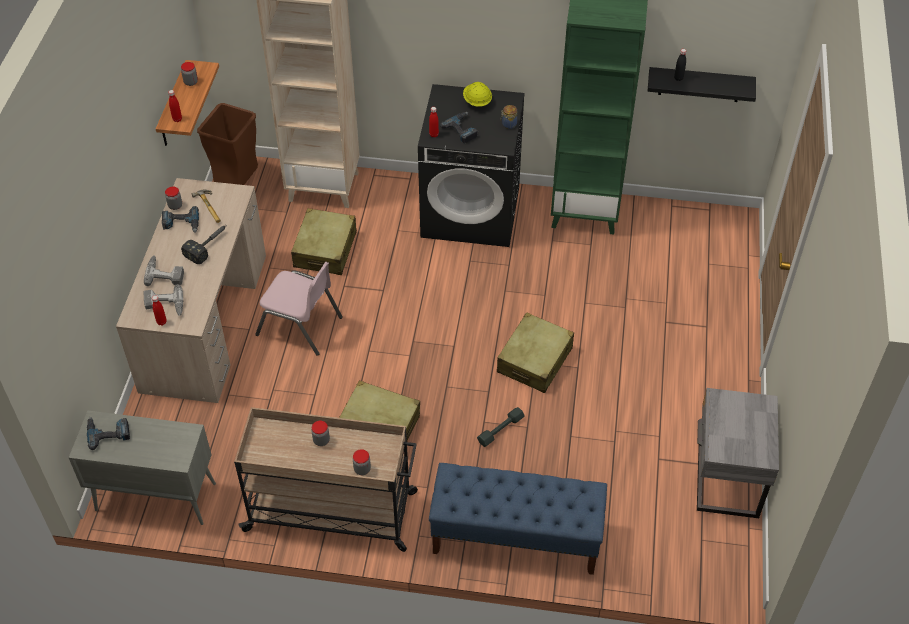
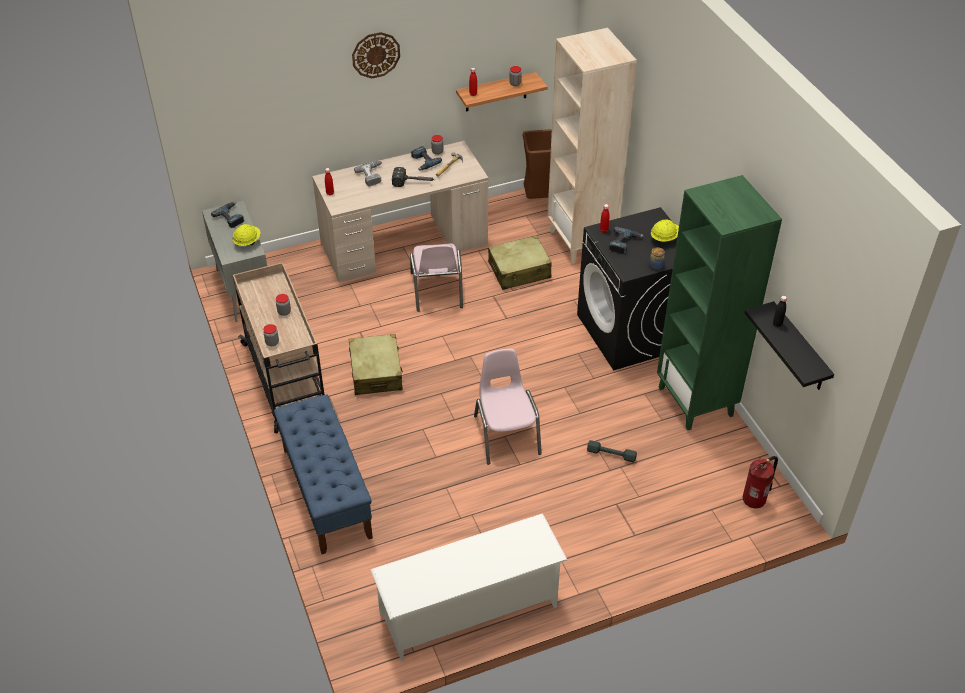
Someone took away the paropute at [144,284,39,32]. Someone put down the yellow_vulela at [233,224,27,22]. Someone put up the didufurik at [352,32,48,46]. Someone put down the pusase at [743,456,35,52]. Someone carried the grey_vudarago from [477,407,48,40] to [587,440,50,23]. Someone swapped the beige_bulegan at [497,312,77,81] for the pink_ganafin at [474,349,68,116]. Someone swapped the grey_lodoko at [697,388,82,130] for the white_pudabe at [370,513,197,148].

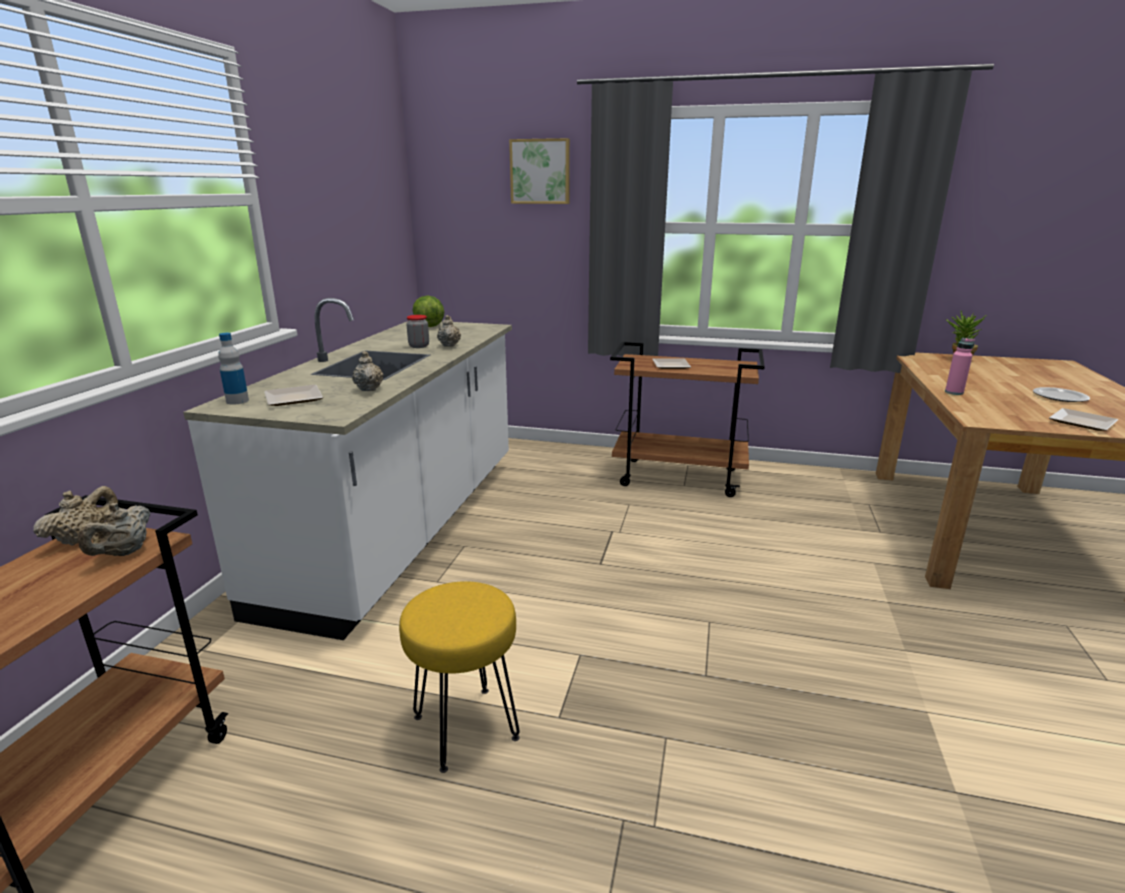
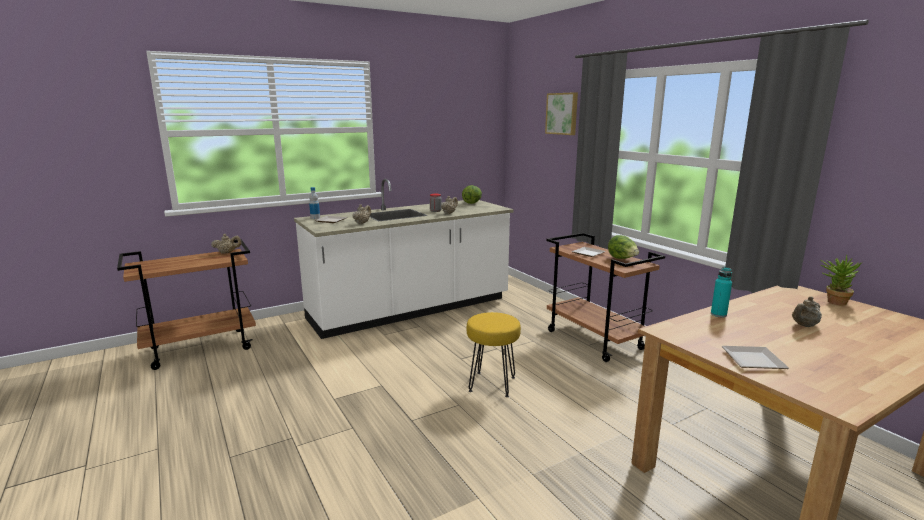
Someone took away the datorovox at [1033,387,57,15]. Someone put down the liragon at [608,235,31,24]. Someone carried the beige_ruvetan from [78,503,73,53] to [792,297,30,30]. Someone carried the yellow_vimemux from [399,581,121,192] to [467,312,54,85]. Someone repainted the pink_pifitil at [945,338,30,57], which became the turquoise_pifitil at [711,267,21,50].

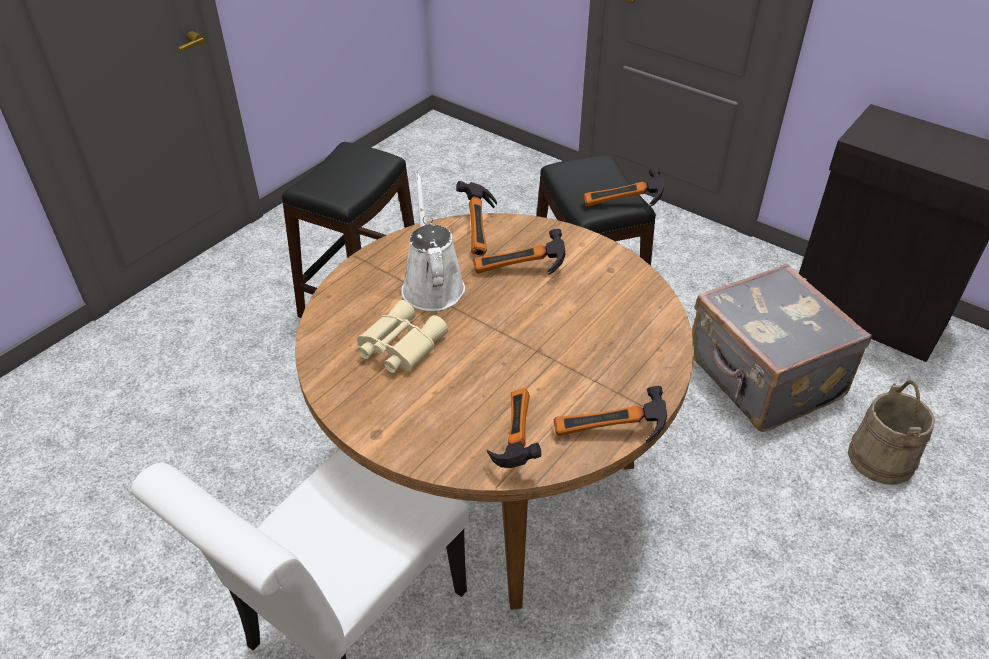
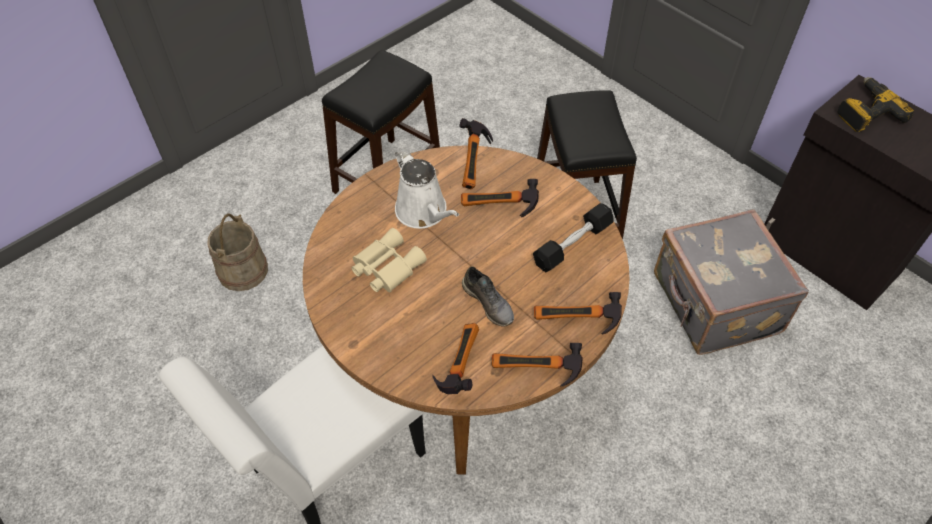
Someone put down the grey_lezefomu at [462,266,52,61]. Someone put down the black_vudarago at [533,203,80,69]. Someone put down the paropute at [837,77,77,55]. Someone carried the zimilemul from [583,168,81,39] to [534,292,88,43]. Someone carried the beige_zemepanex from [848,380,87,105] to [208,213,60,78]. Someone rotated the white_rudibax at [401,171,64,140] by 150 degrees clockwise.

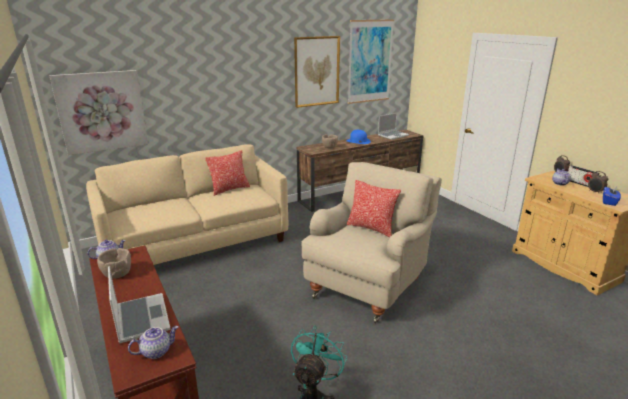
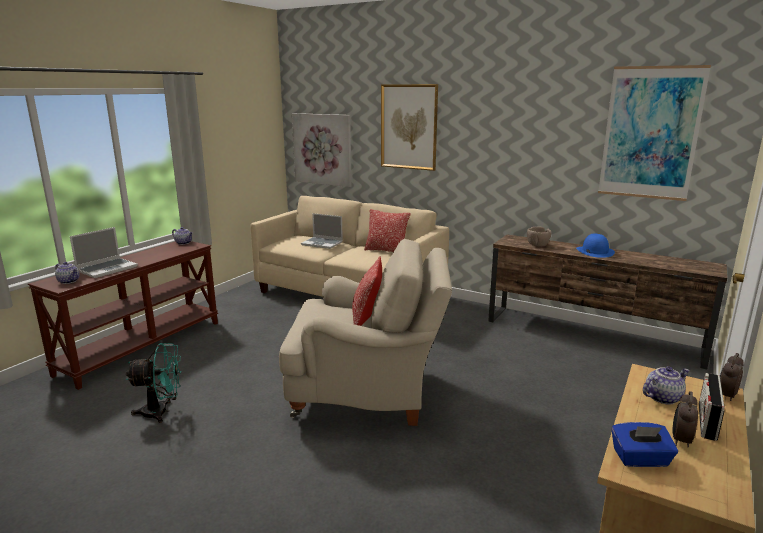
Someone took away the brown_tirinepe at [97,248,34,31]. Someone carried the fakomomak from [294,36,46,72] to [381,84,57,87]. Someone carried the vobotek from [378,113,31,27] to [301,213,42,36].

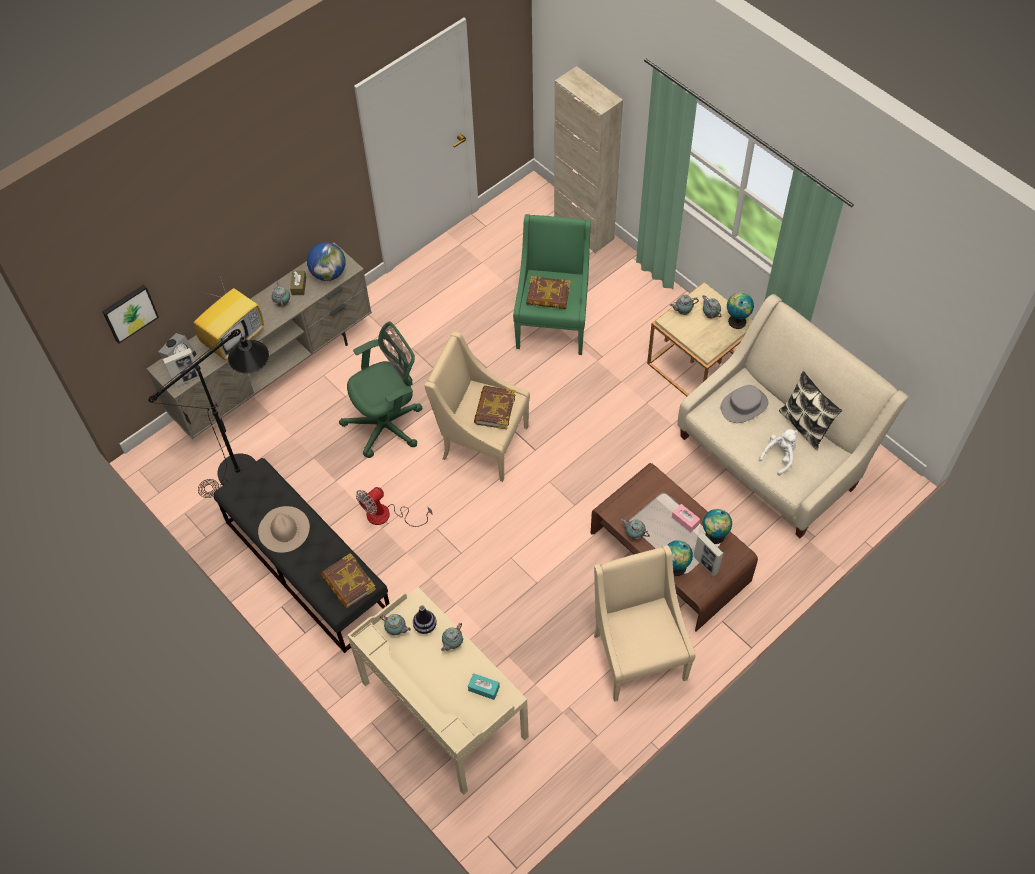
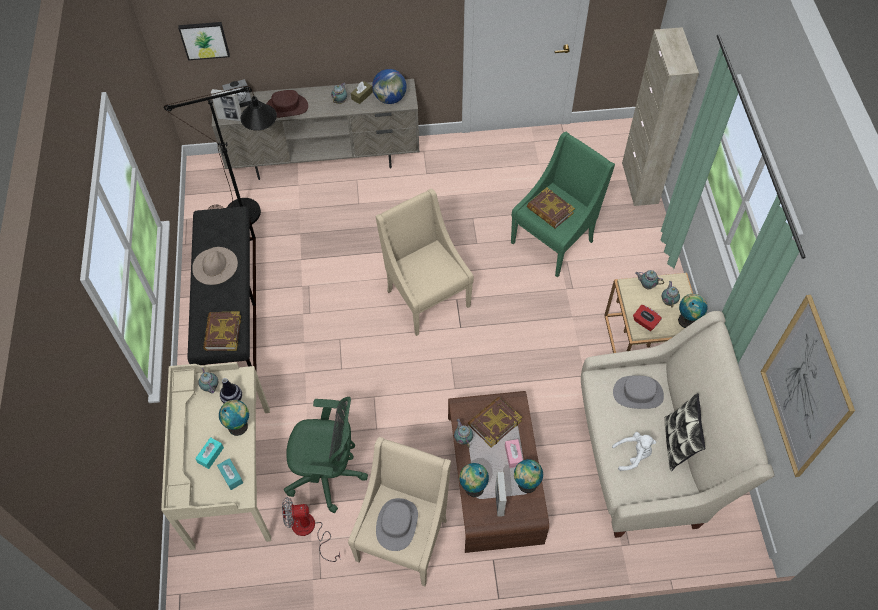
Someone put down the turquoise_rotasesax at [195,437,29,32]. Someone put down the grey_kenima at [376,498,42,53]. Someone put down the red_rotasesax at [633,305,29,26]. Someone put up the fakomomak at [760,295,95,182]. Someone carried the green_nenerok from [339,322,83,136] to [284,397,84,116]. Someone carried the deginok from [356,487,76,40] to [282,497,58,65]. Someone carried the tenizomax from [474,386,41,44] to [468,397,54,50]. Someone swapped the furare at [194,277,70,83] for the brown_kenima at [267,90,41,28]. Someone swapped the ruvetan at [441,623,22,28] for the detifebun at [219,400,30,36].

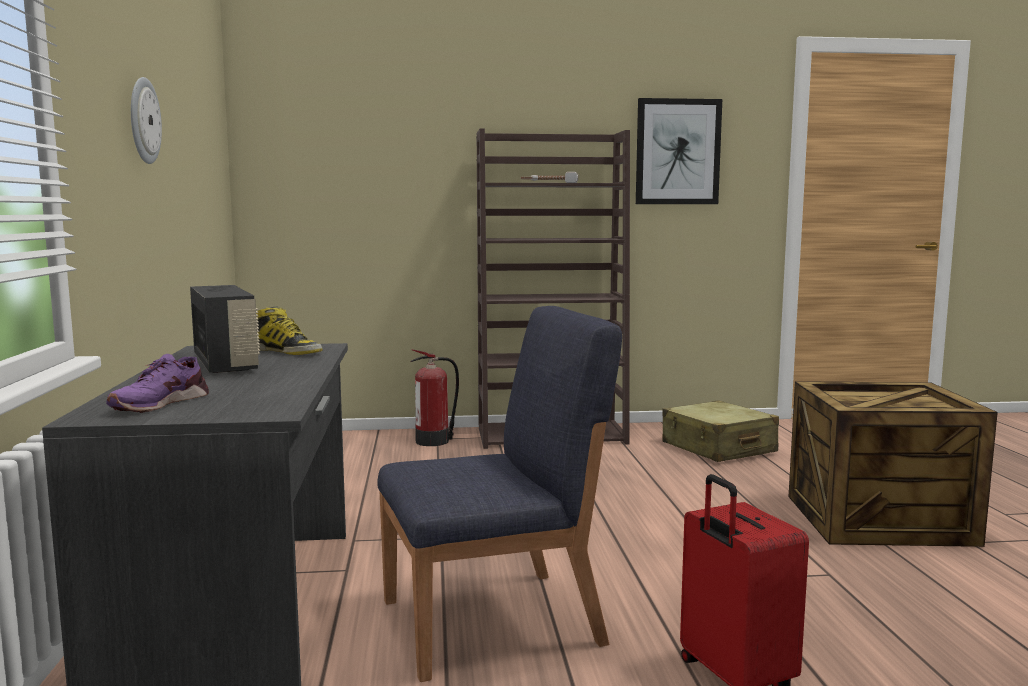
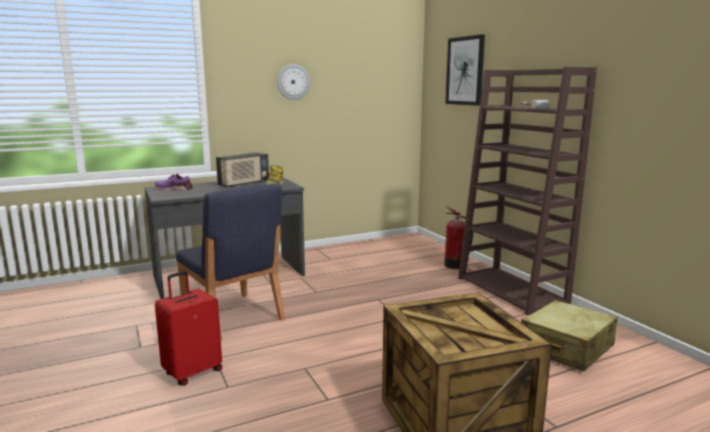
Someone carried the fakomomak from [636,98,86,106] to [445,34,40,72].

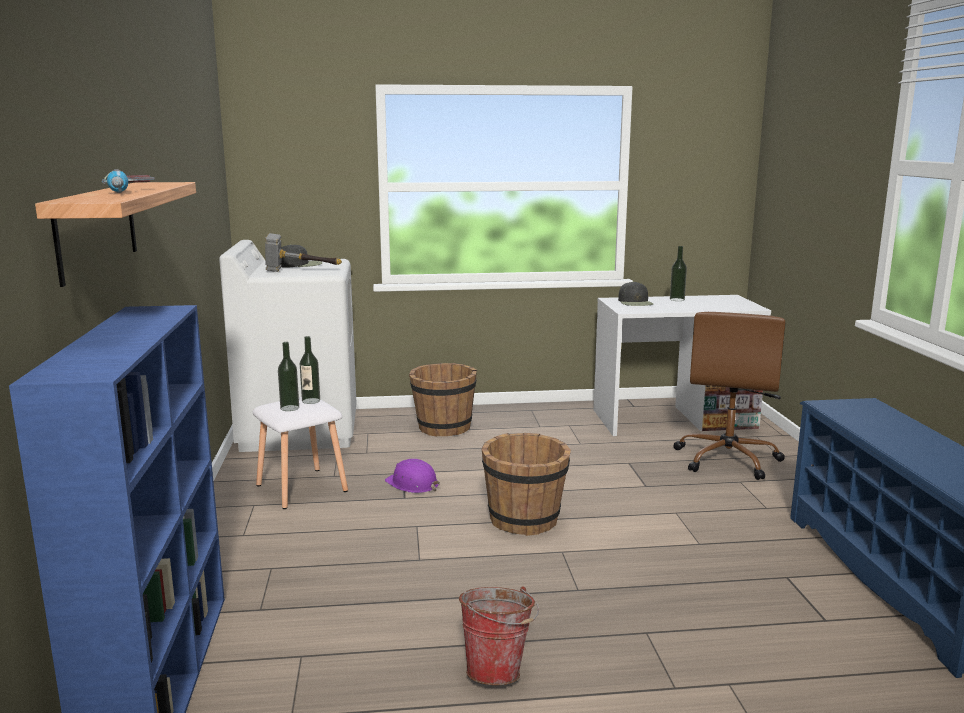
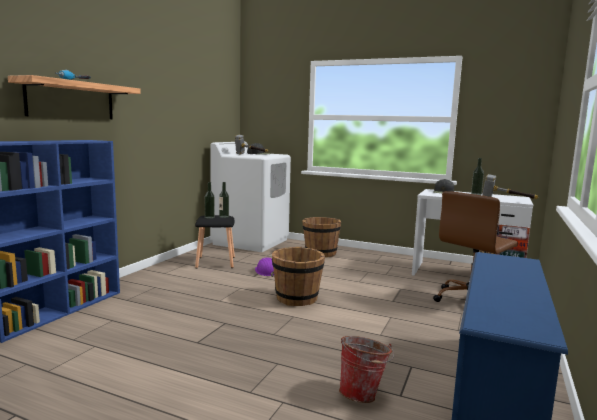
Someone put down the zimilemul at [482,174,56,25]. Someone carried the zemepanex from [459,586,80,99] to [339,336,55,67]. Someone repainted the white_vimemux at [253,397,95,112], which became the black_vimemux at [195,215,40,53].

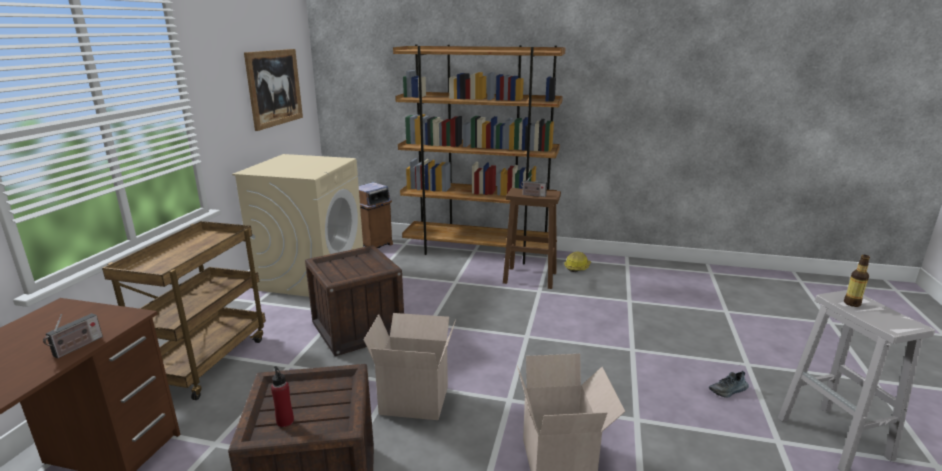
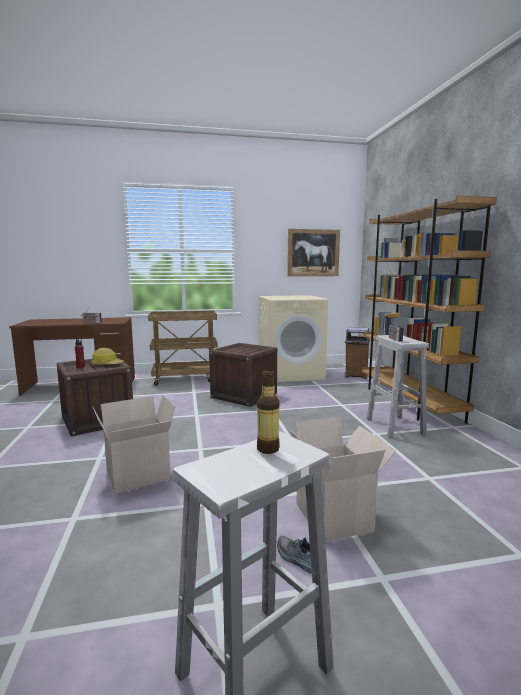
Someone carried the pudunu from [364,313,92,107] to [290,417,106,125]. Someone carried the vulela from [564,252,27,20] to [91,348,33,17]. Someone repainted the brown_vimemux at [503,188,58,101], which became the white_vimemux at [367,335,62,103].

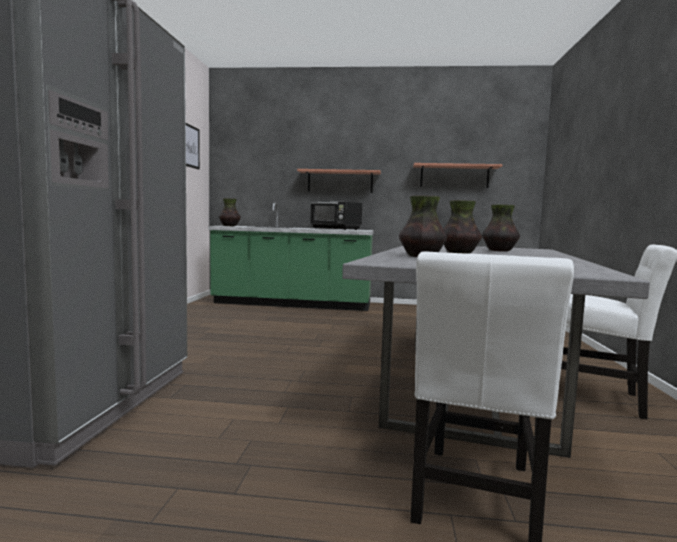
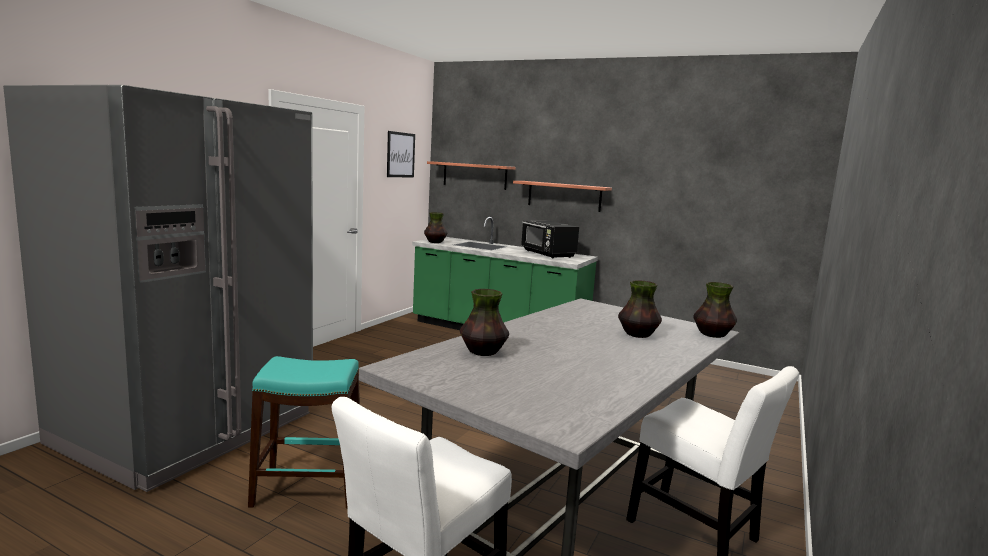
Someone put down the turquoise_vimemux at [248,356,112,153]. Someone carried the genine from [413,163,89,25] to [427,161,89,29]. Someone carried the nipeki from [443,200,39,54] to [693,282,44,56].

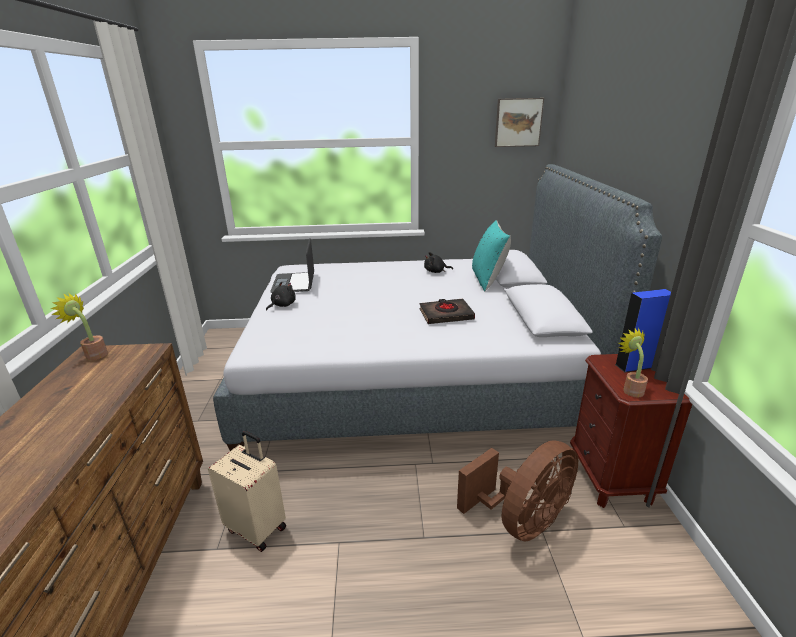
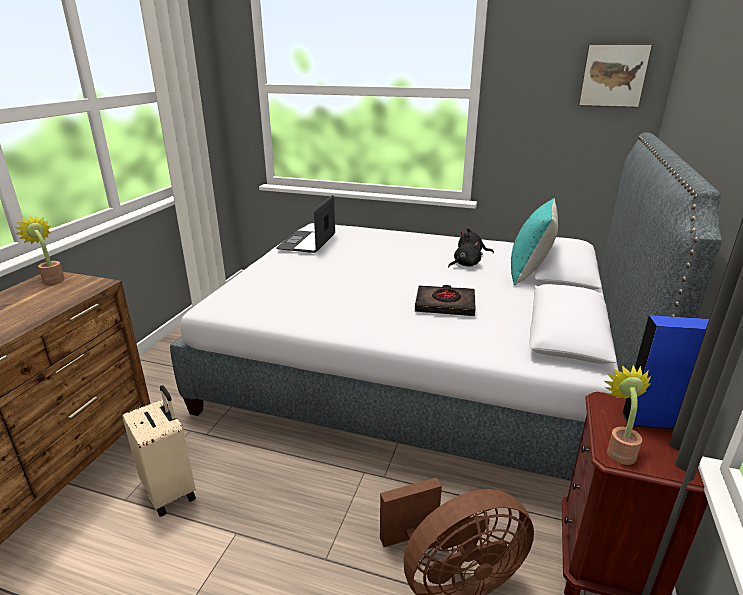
Someone carried the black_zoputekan from [266,282,30,29] to [448,239,33,28].

